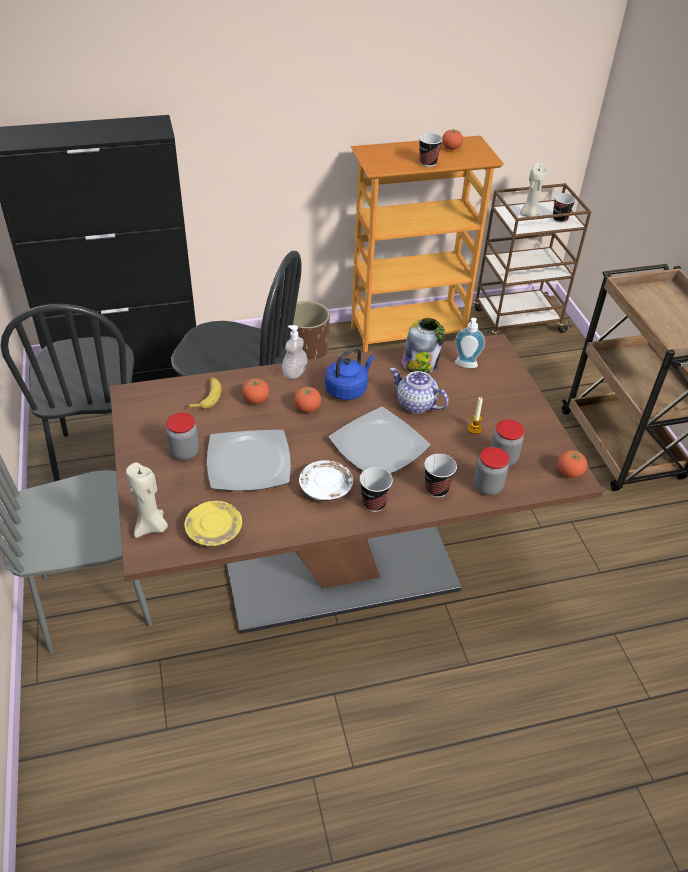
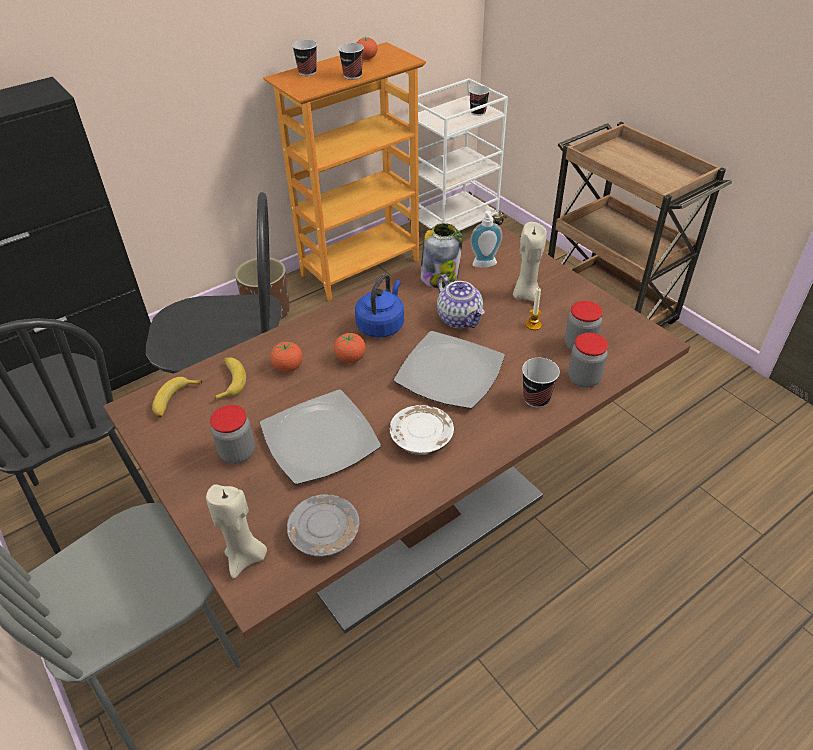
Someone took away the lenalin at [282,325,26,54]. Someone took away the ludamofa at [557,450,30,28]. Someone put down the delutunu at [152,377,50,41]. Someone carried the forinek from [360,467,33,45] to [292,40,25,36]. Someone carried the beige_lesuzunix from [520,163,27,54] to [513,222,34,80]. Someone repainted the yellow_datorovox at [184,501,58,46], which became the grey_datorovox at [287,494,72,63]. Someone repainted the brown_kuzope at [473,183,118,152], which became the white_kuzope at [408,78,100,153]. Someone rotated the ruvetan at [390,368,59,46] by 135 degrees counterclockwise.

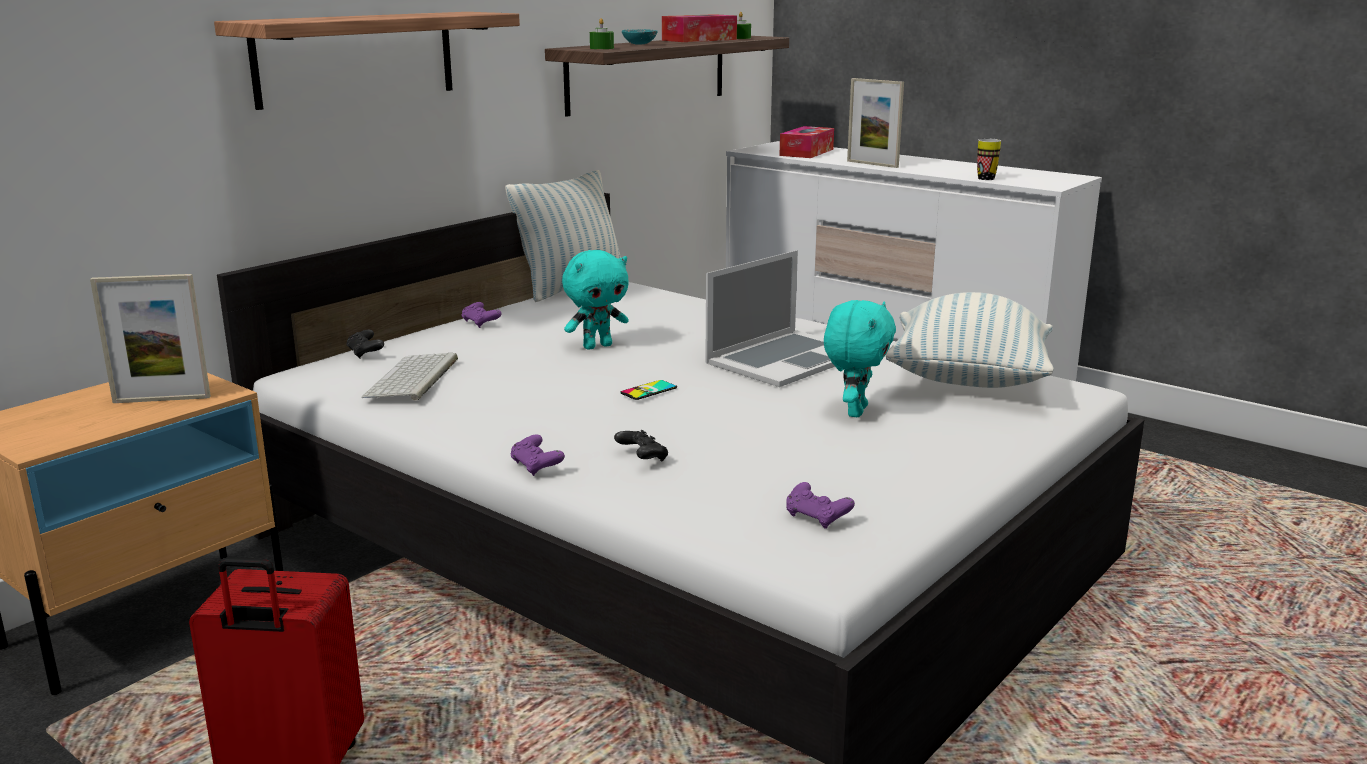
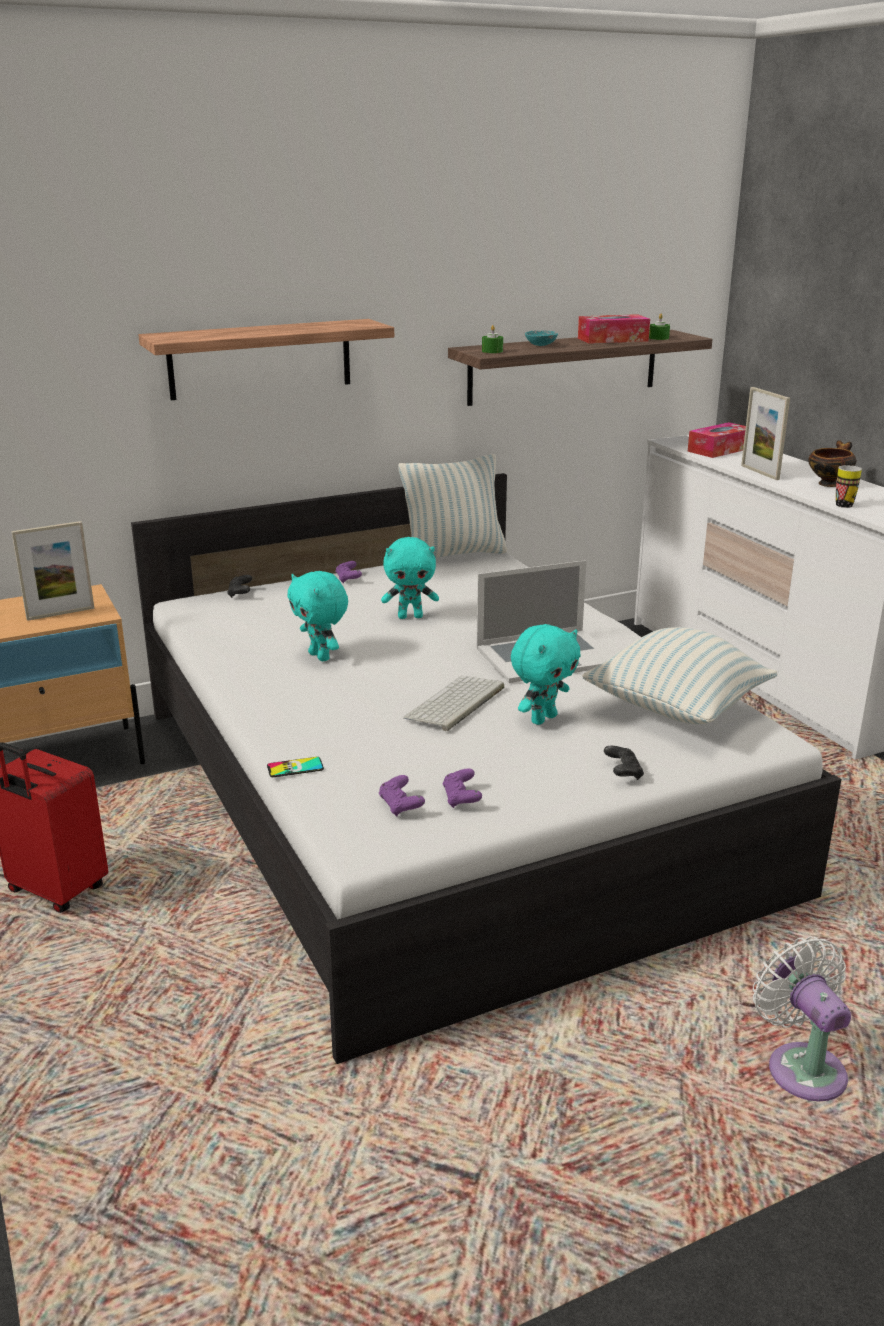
Someone put down the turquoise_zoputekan at [287,571,61,90]. Someone put down the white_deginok at [753,937,98,164]. Someone put down the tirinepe at [808,440,48,47]. Someone carried the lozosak from [362,353,96,48] to [403,676,101,55]. Someone carried the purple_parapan from [510,435,55,41] to [443,768,39,40]. Someone carried the black_parapan from [614,430,54,32] to [604,746,40,34]. Someone carried the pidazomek from [620,380,57,20] to [267,757,57,20]. Someone rotated the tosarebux at [90,274,121,129] by 45 degrees counterclockwise.

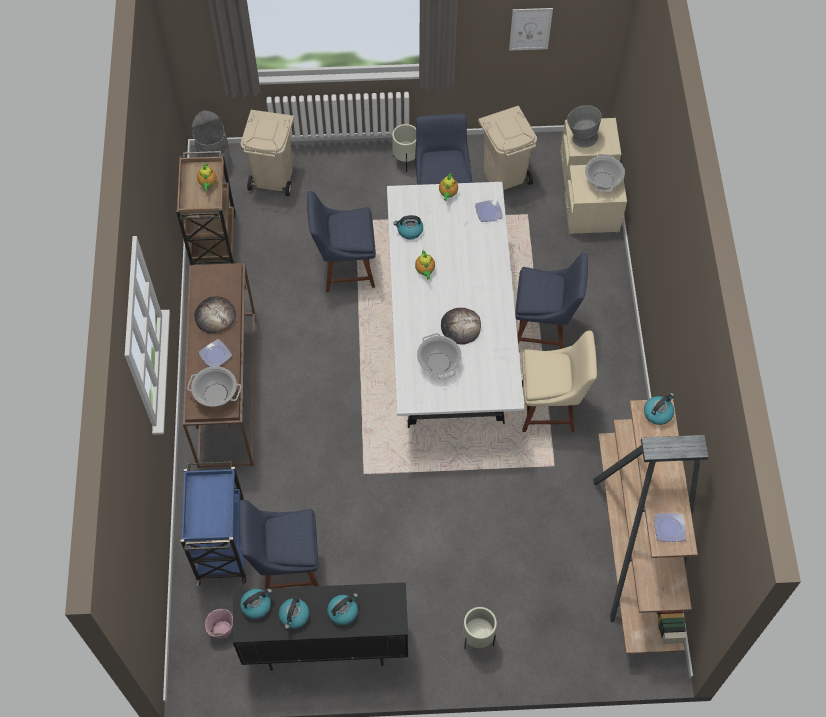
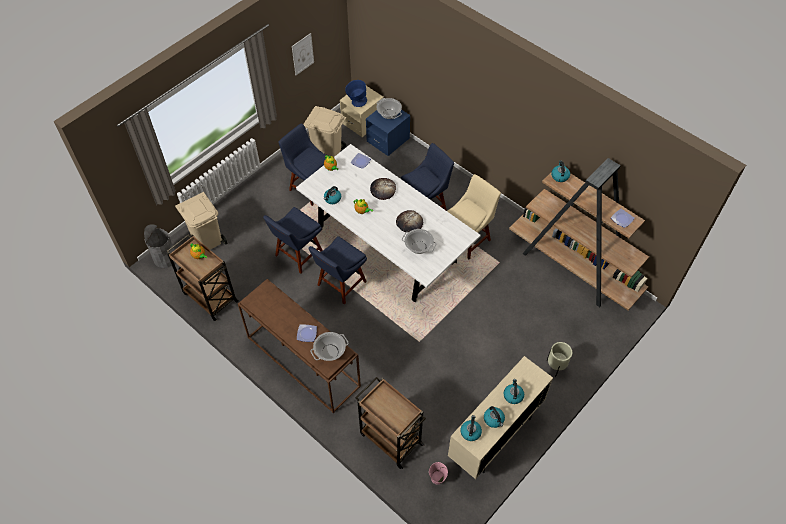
Someone took away the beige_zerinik at [392,124,24,48]. Someone carried the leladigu from [195,296,41,37] to [370,178,26,22]. Someone carried the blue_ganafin from [239,500,80,89] to [308,236,59,68]. Someone repainted the blue_kuzope at [180,461,67,126], which became the brown_kuzope at [356,377,70,92]. Someone repainted the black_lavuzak at [232,582,176,89], which became the beige_lavuzak at [448,356,105,123]. Someone repainted the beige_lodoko at [564,165,63,69], which became the blue_lodoko at [366,110,44,46]. Someone repainted the grey_tirinepe at [567,105,34,42], which became the blue_tirinepe at [345,80,22,27].

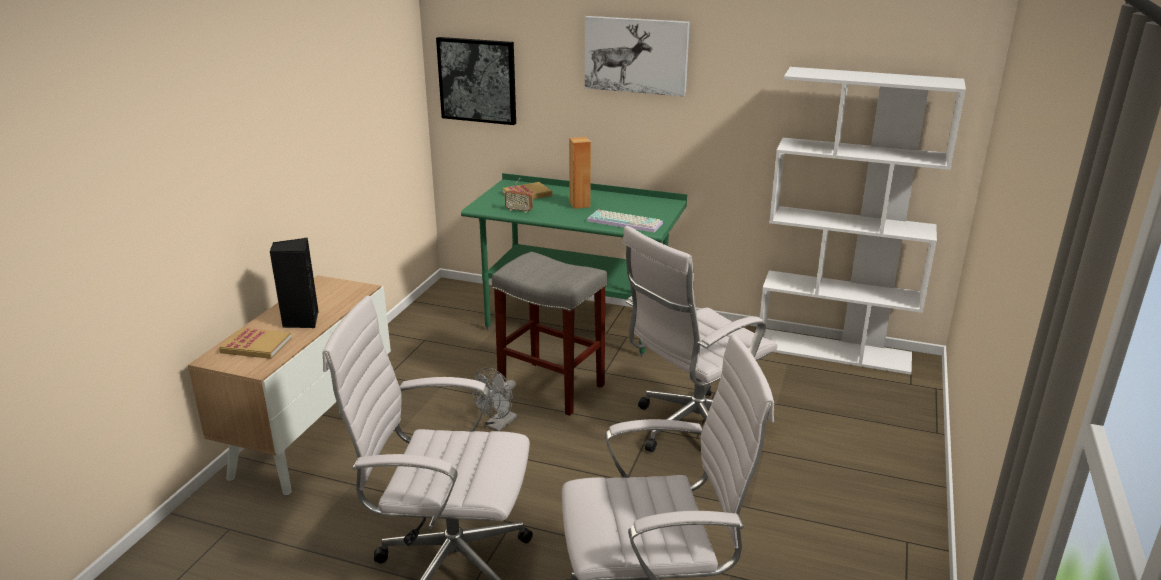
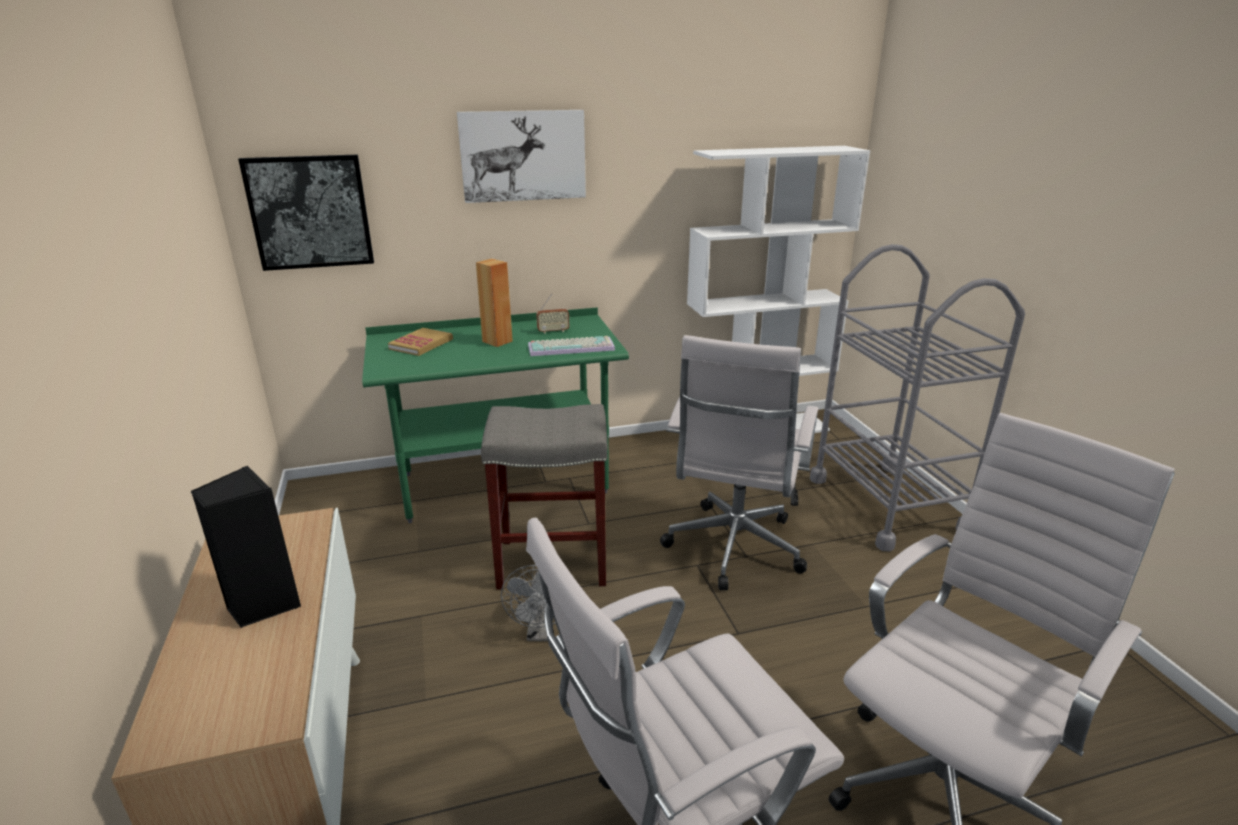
Someone took away the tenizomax at [219,328,73,31]. Someone put down the grey_kuzope at [810,244,215,307]. Someone carried the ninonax from [505,178,28,35] to [536,293,33,41].

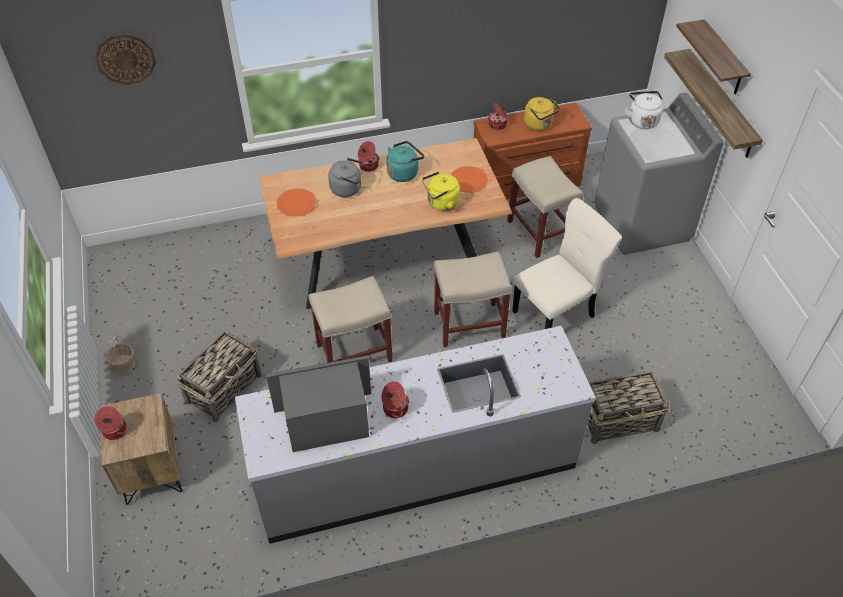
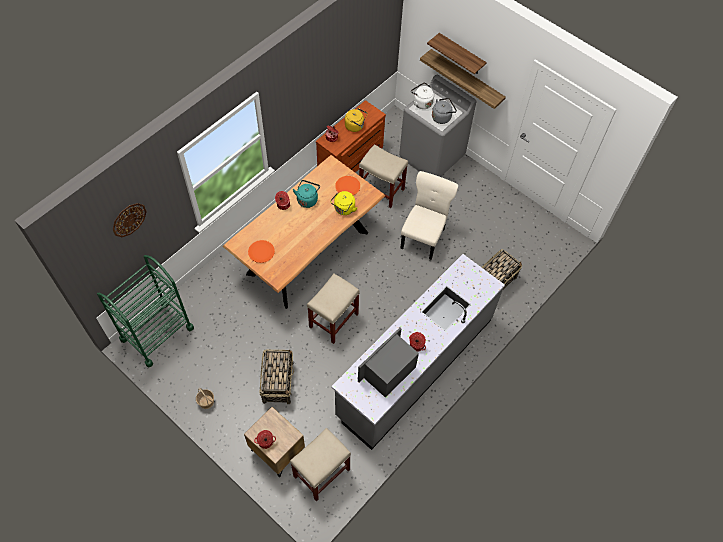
Someone put down the green_kuzope at [97,255,97,112]. Someone carried the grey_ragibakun from [328,158,37,39] to [432,98,25,26]. Someone carried the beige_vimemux from [434,251,77,96] to [290,428,61,73].

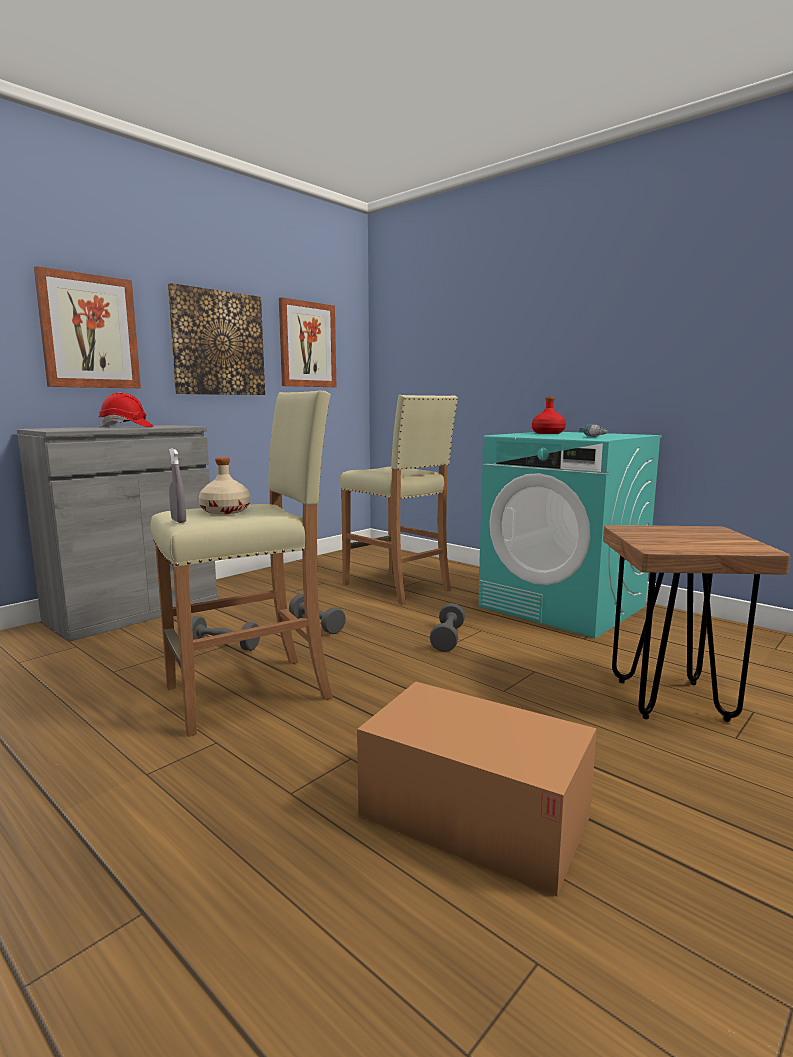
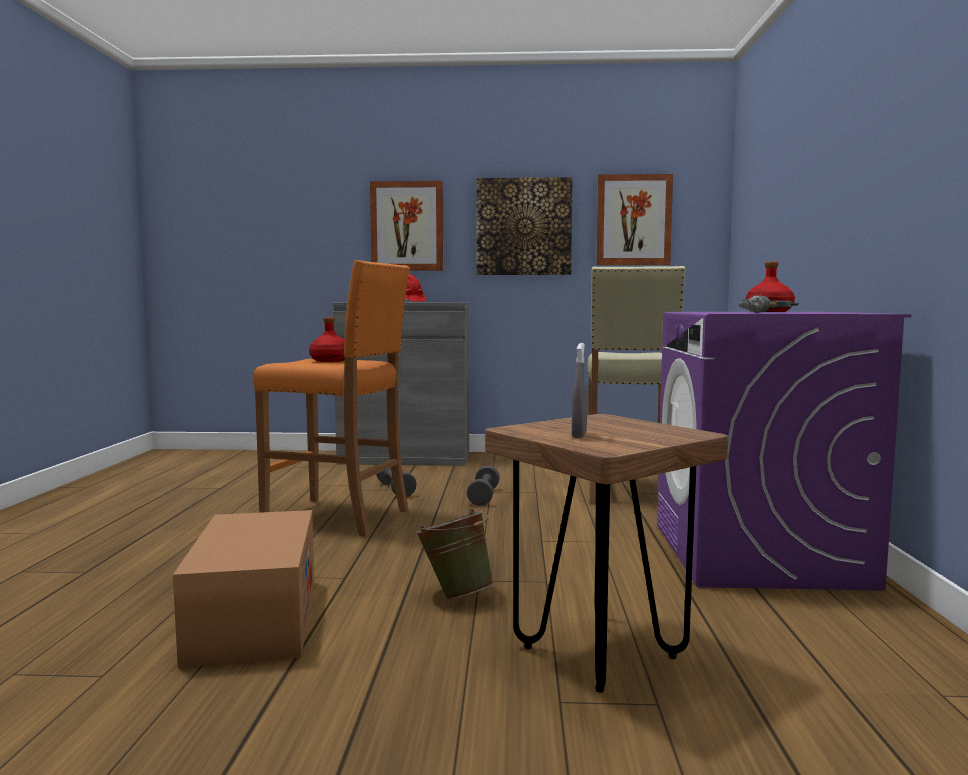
Someone took away the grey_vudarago at [430,603,35,49]. Someone put down the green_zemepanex at [415,509,79,90]. Someone carried the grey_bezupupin from [169,449,17,74] to [572,343,15,95]. Someone repainted the beige_vimemux at [150,390,183,347], which became the orange_vimemux at [253,260,157,277]. Someone repainted the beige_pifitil at [199,457,51,57], which became the red_pifitil at [309,317,35,45]. Someone repainted the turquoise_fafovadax at [478,432,184,206], which became the purple_fafovadax at [657,312,254,279].

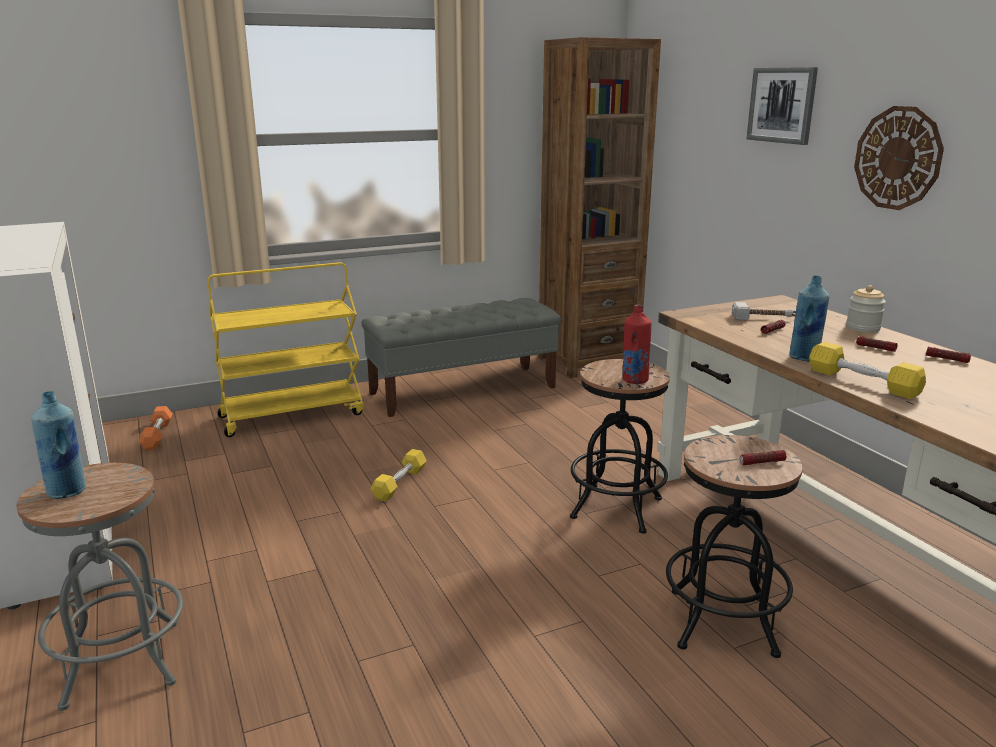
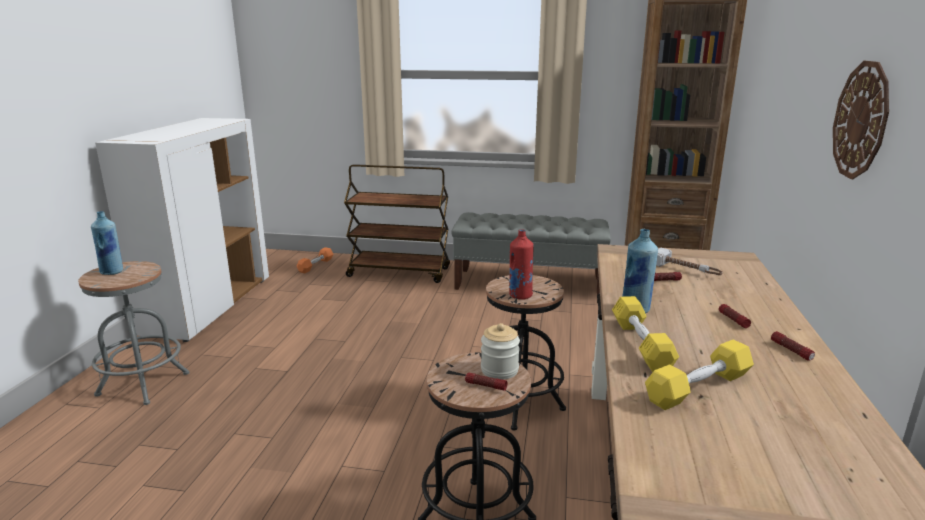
Someone took away the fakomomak at [746,67,72,78]. Someone carried the yellow_vudarago from [371,449,56,53] to [645,340,109,70]. Someone carried the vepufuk from [846,285,40,48] to [481,323,39,57]. Someone repainted the yellow_kuzope at [208,262,156,175], which became the brown_kuzope at [344,164,106,119].

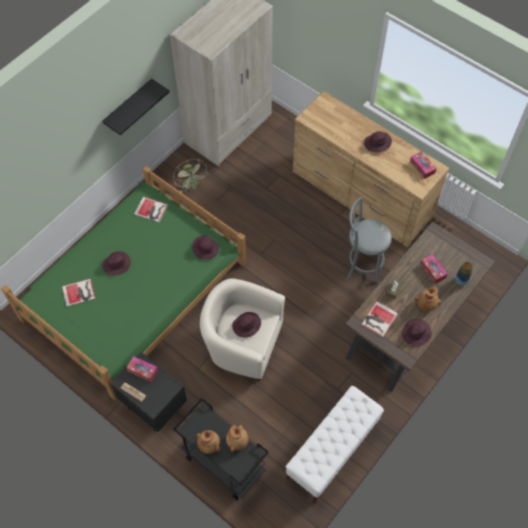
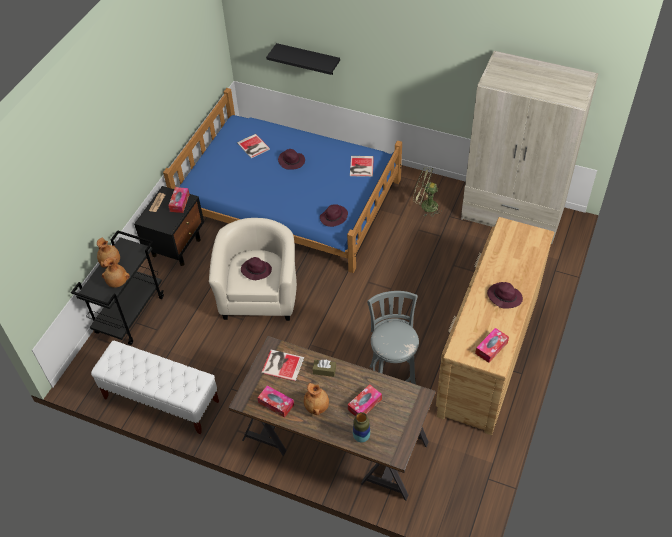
Someone carried the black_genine from [102,78,67,57] to [266,43,74,32]. Someone swapped the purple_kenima at [402,318,30,28] for the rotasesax at [258,385,36,33]. Someone repainted the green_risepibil at [1,166,245,234], which became the blue_risepibil at [163,88,239,185]. Someone rotated the green_deginok at [173,159,35,34] by 60 degrees clockwise.

